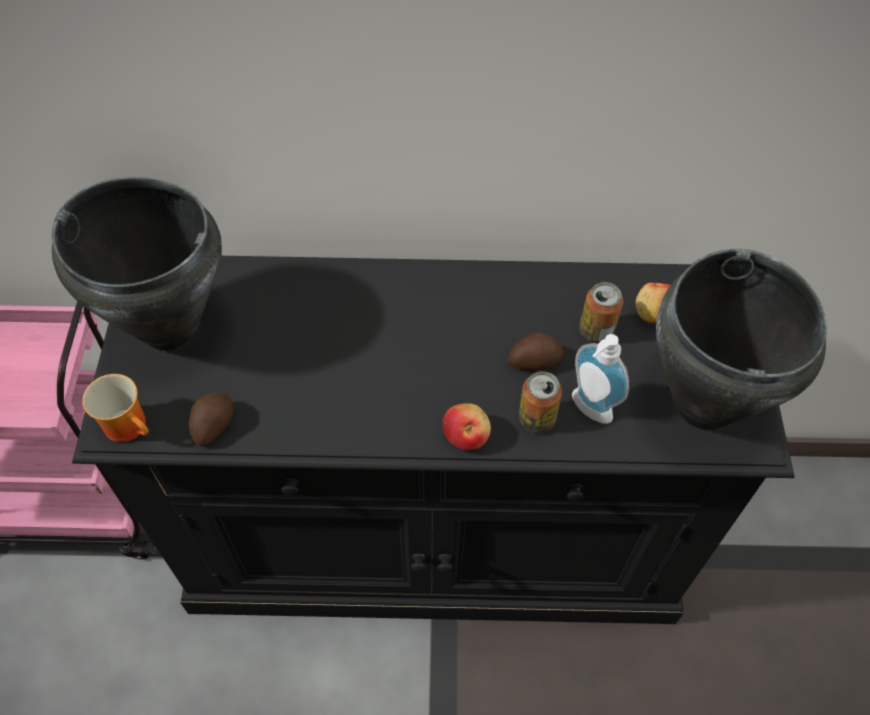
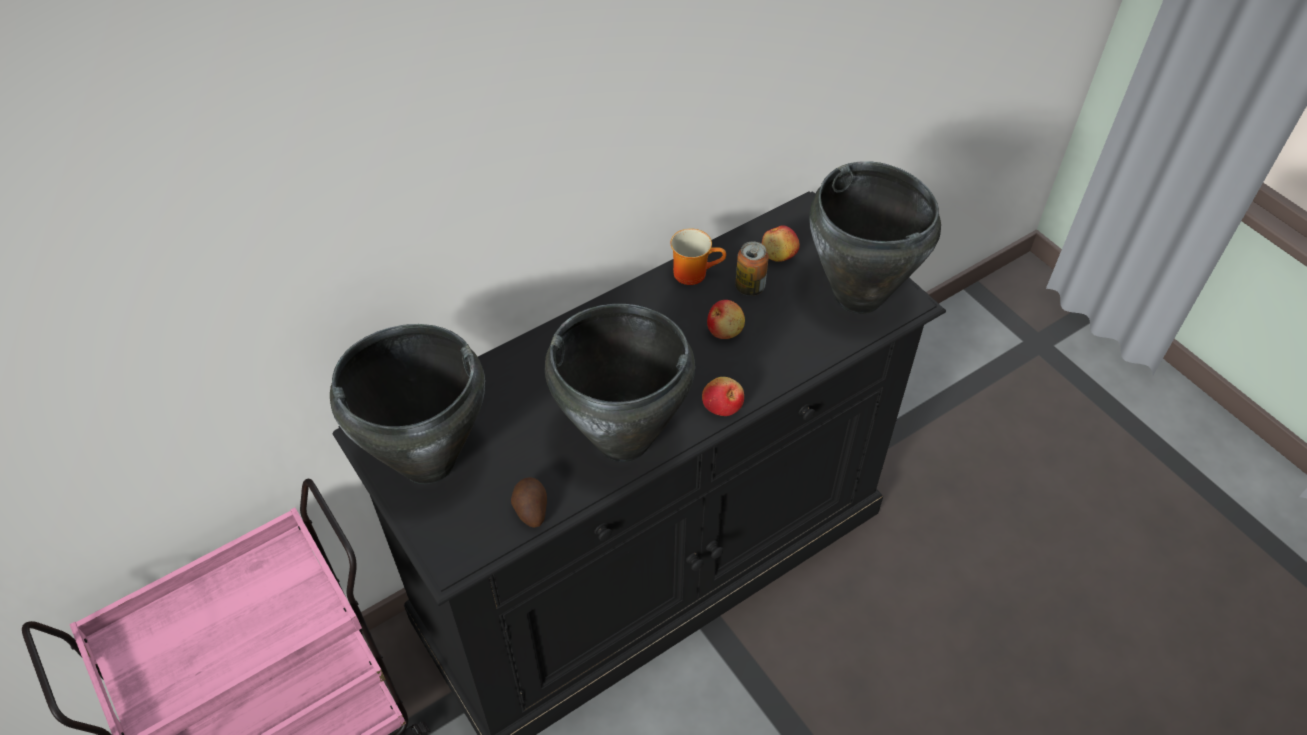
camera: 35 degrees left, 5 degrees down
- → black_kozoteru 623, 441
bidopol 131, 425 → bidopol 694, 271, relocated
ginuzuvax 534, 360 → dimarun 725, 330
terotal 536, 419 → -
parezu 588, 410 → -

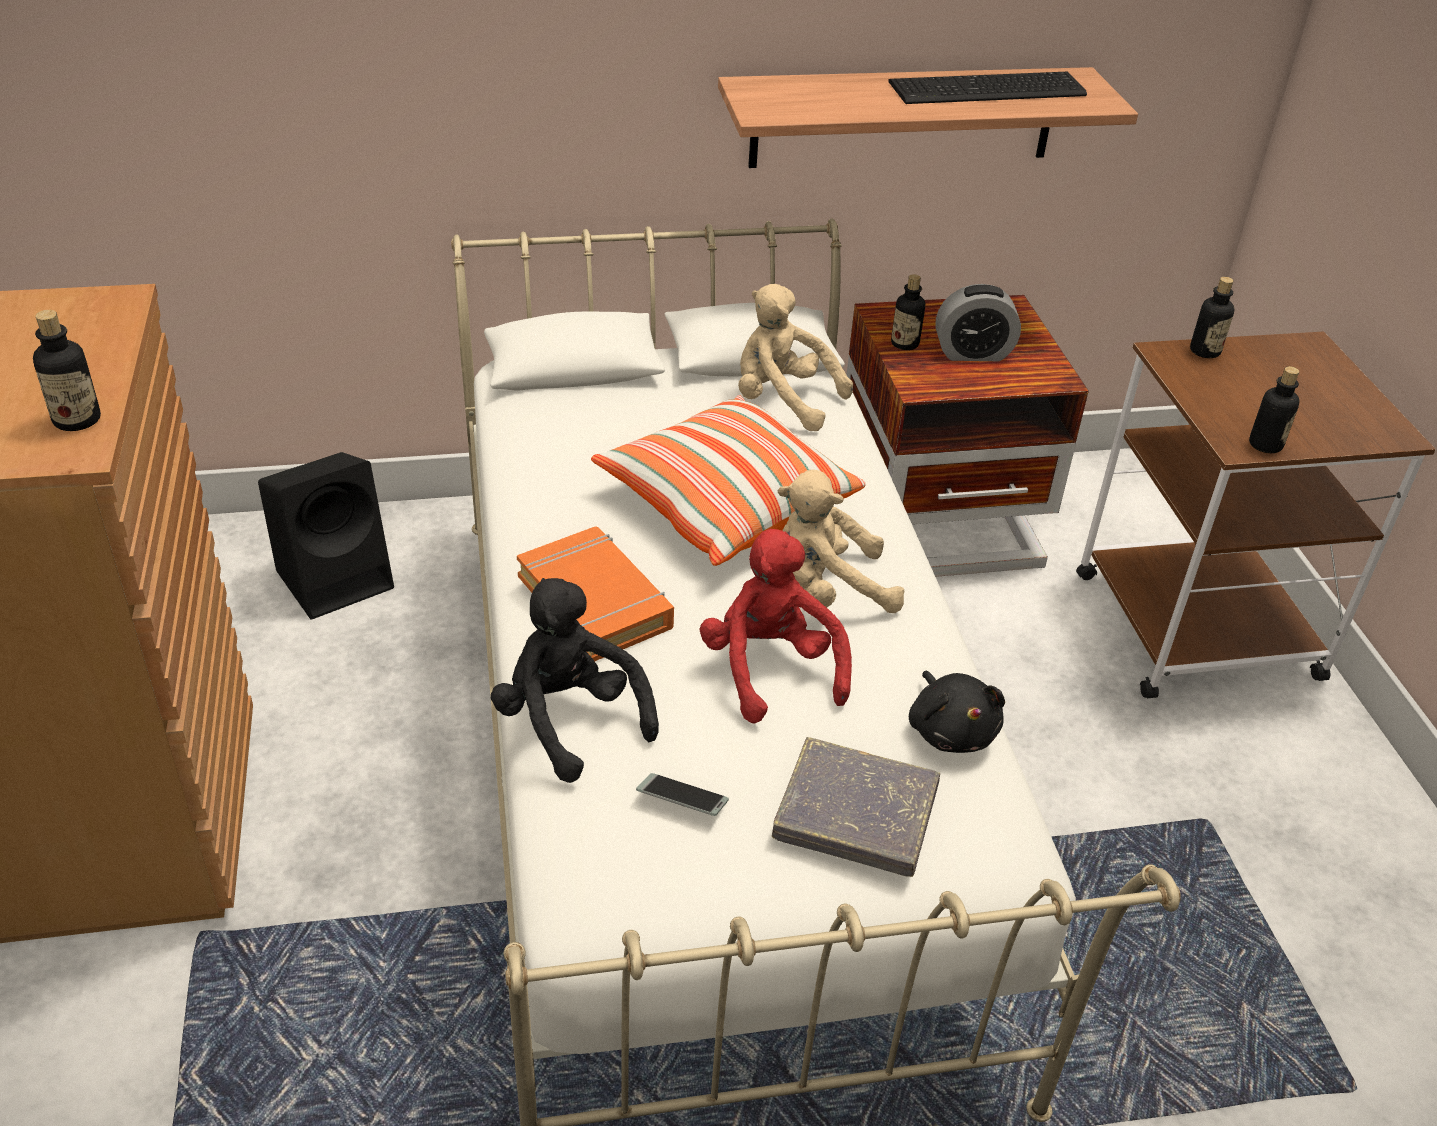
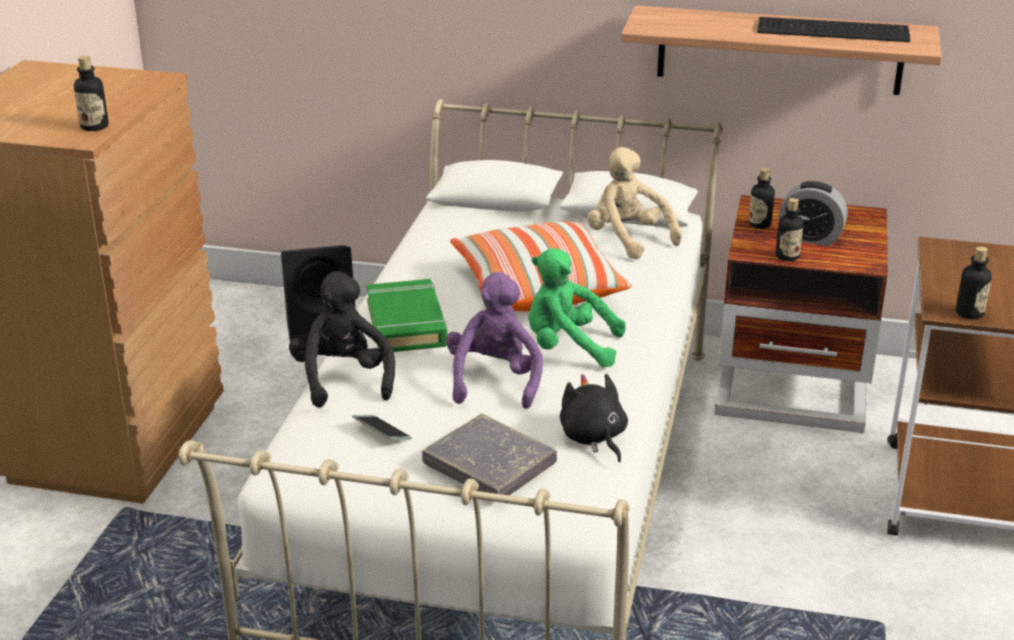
camera: 25 degrees right, 10 degrees down
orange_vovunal 595, 602 → green_vovunal 407, 323
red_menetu 770, 669 → purple_menetu 494, 380
beige_menetu 825, 590 → green_menetu 568, 348
black_menetu 951, 730 → black_menetu 594, 438, 150 degrees clockwise
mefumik 1205, 351 → mefumik 787, 256, relocated

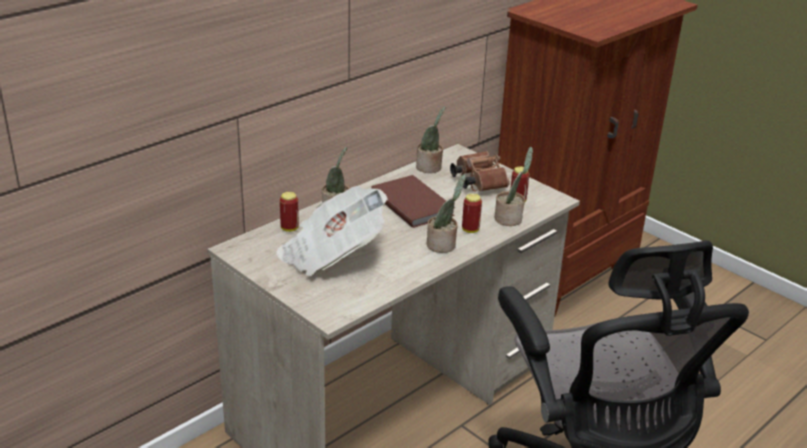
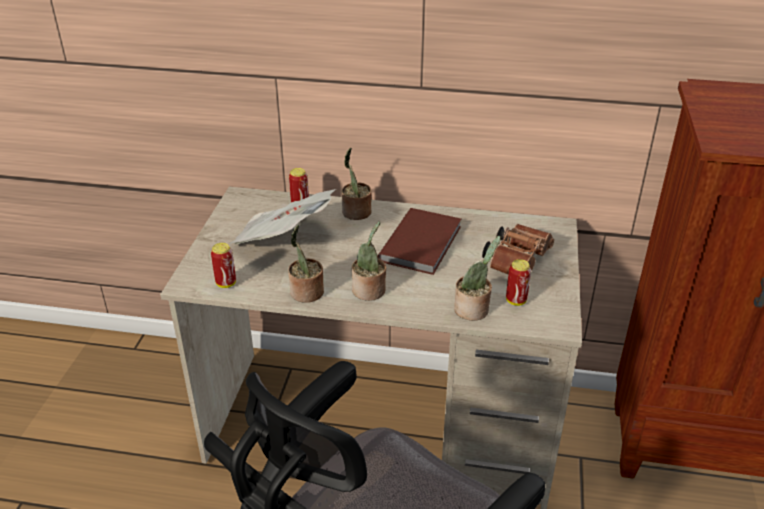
camera: 55 degrees right, 5 degrees up
terotal 470, 230 → terotal 226, 283, relocated
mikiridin 430, 168 → mikiridin 306, 293, relocated

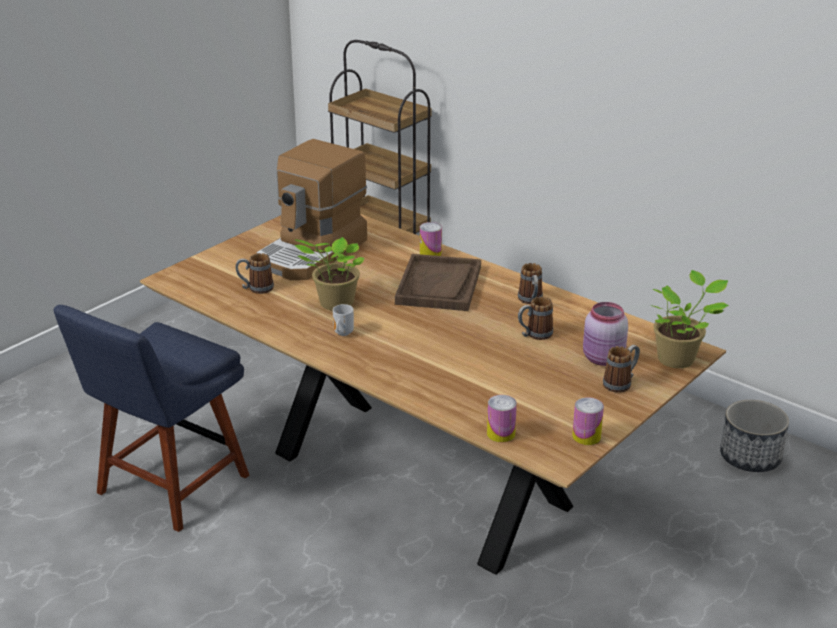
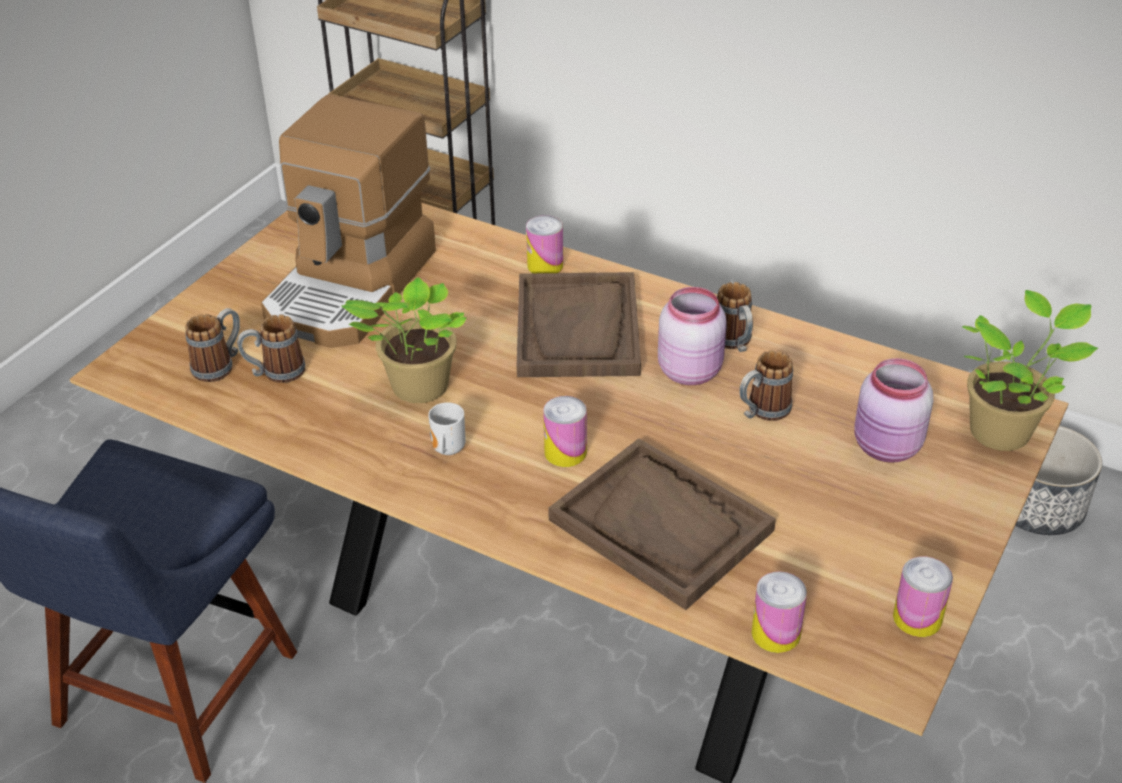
camera: 10 degrees left, 10 degrees up
bidopol 621, 383 → bidopol 220, 365, relocated
- → terotal 565, 452
- → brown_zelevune 661, 525
- → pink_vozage 690, 370

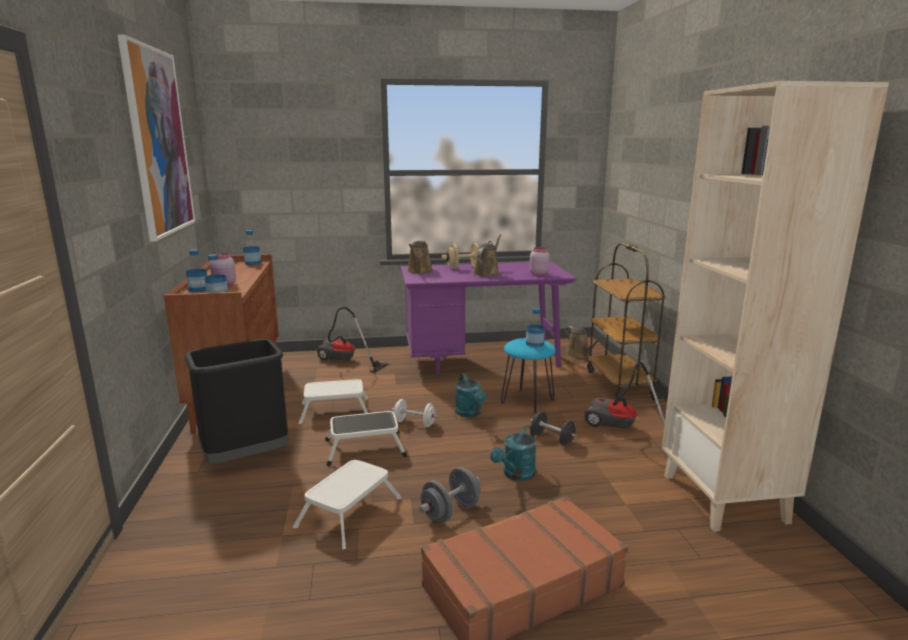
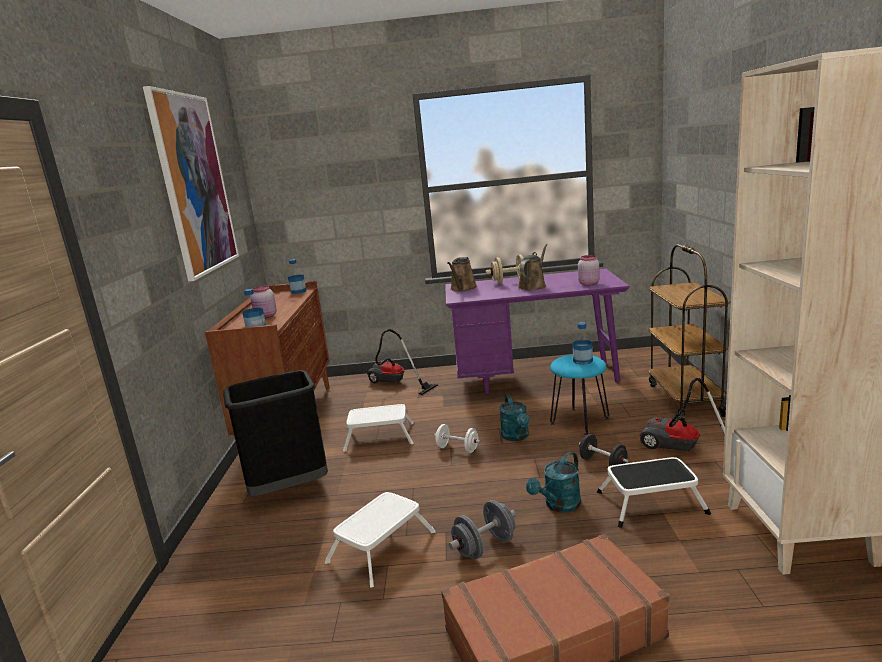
camera: 10 degrees right, 0 degrees up
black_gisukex 365, 447 → black_gisukex 651, 502, relocated
mefumik 198, 289 → -
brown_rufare 579, 355 → -

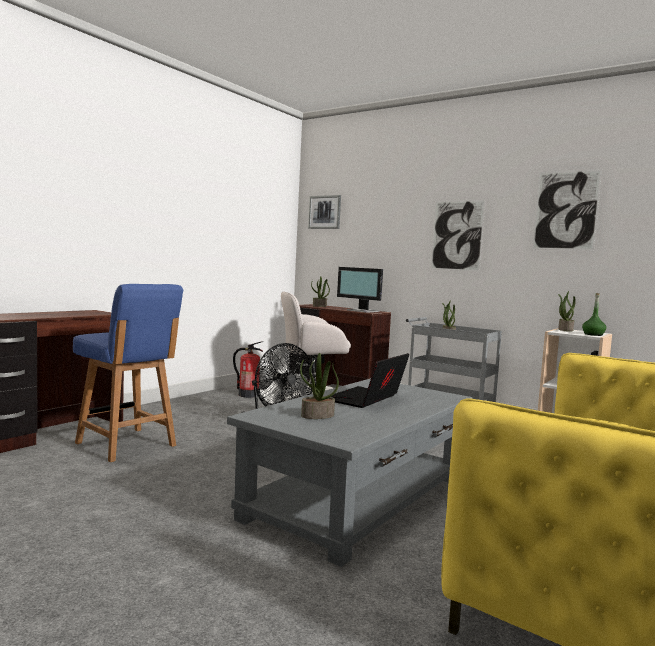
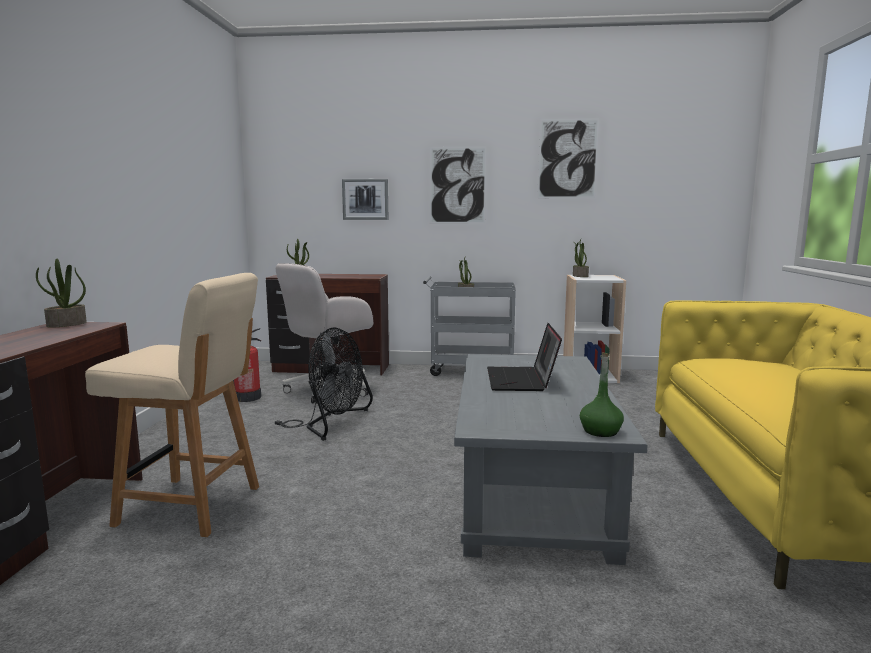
camera: 30 degrees left, 5 degrees up
mikiridin 317, 416 → mikiridin 66, 324, relocated
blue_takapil 127, 445 → beige_takapil 192, 506
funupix 324, 212 → funupix 365, 199, relocated
green_mefumik 593, 334 → green_mefumik 600, 431, relocated
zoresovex 362, 311 → -

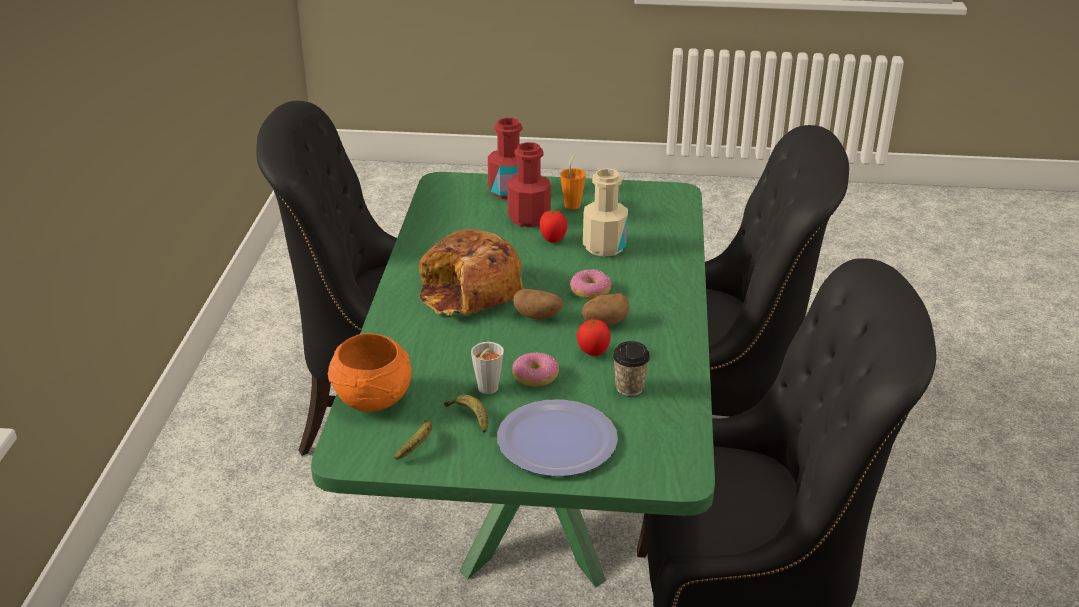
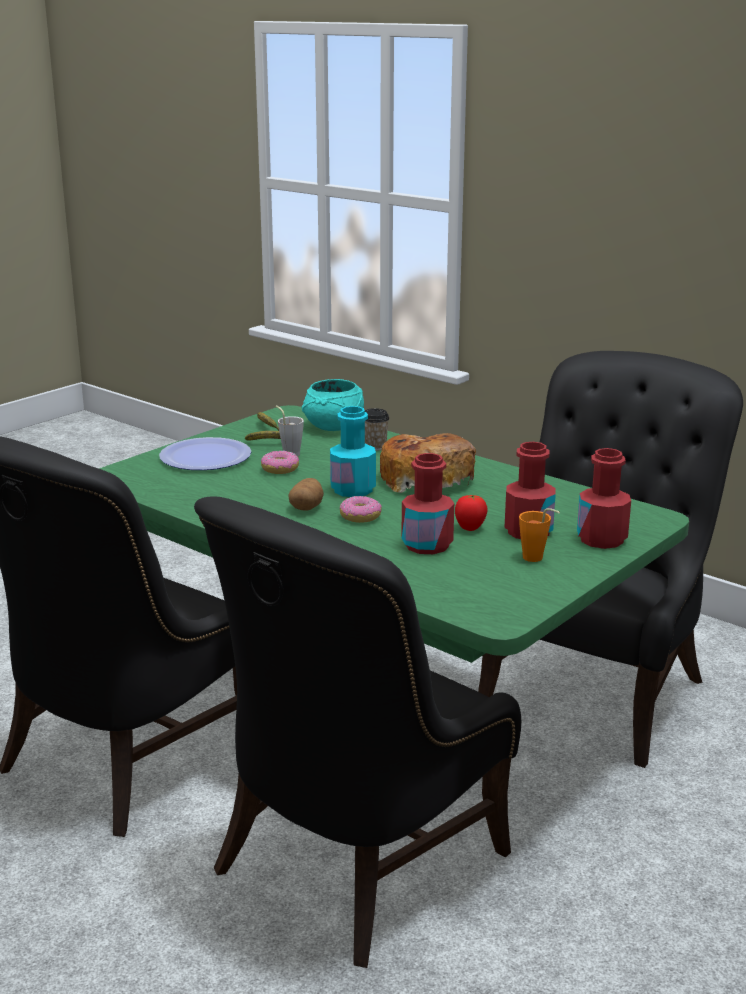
camera: 125 degrees right, 10 degrees down
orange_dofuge 373, 398 → turquoise_dofuge 334, 427
ginuzuvax 538, 316 → turquoise_mefumik 353, 489
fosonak 629, 388 → fosonak 374, 447, relocated
beige_mefumik 604, 247 → red_mefumik 427, 545
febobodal 593, 352 → -

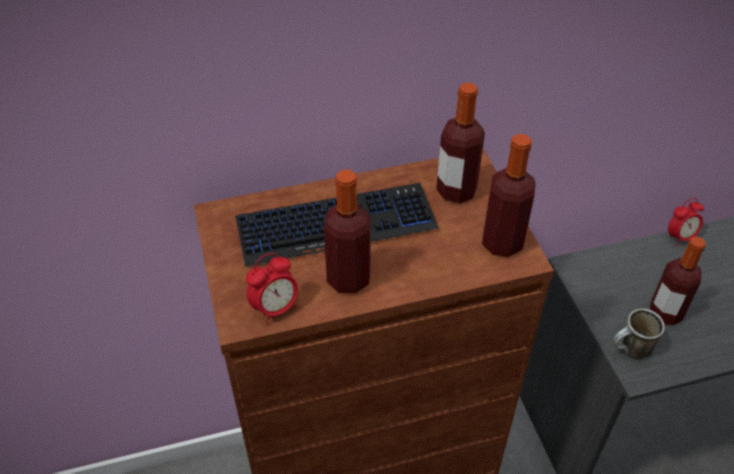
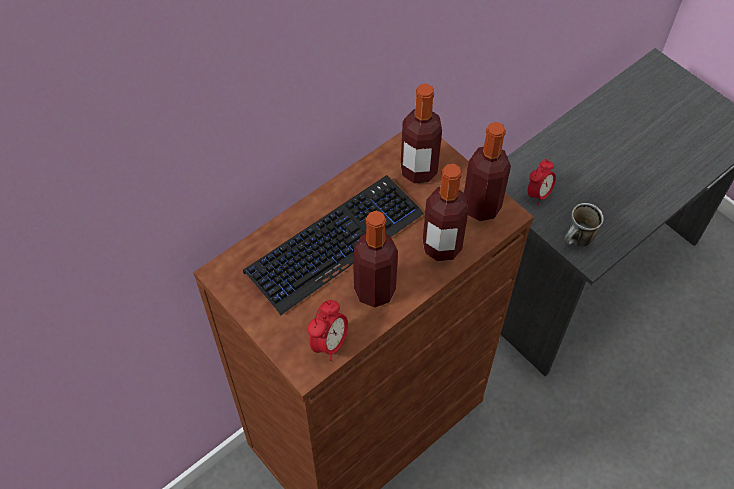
camera: 25 degrees left, 10 degrees up
mefumik 665, 313 → mefumik 441, 246, relocated
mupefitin 680, 237 → mupefitin 538, 194, relocated

